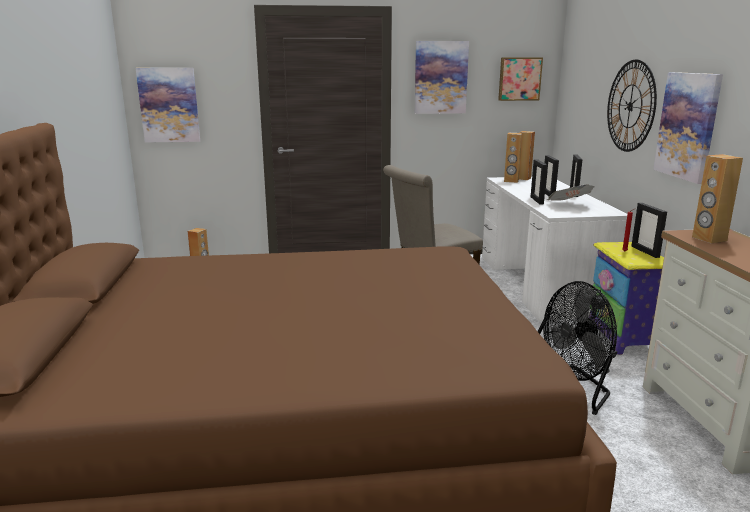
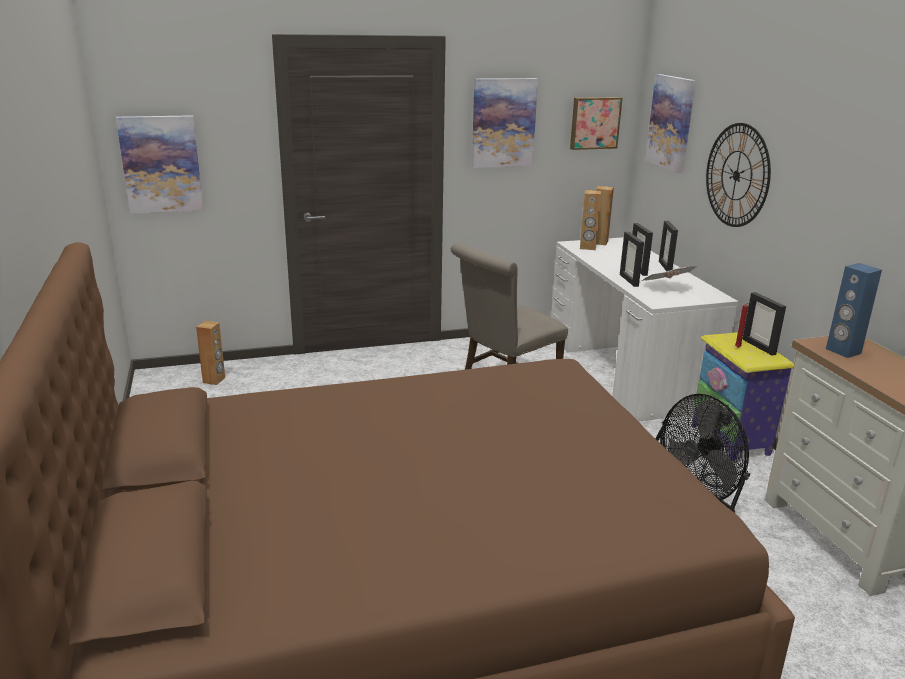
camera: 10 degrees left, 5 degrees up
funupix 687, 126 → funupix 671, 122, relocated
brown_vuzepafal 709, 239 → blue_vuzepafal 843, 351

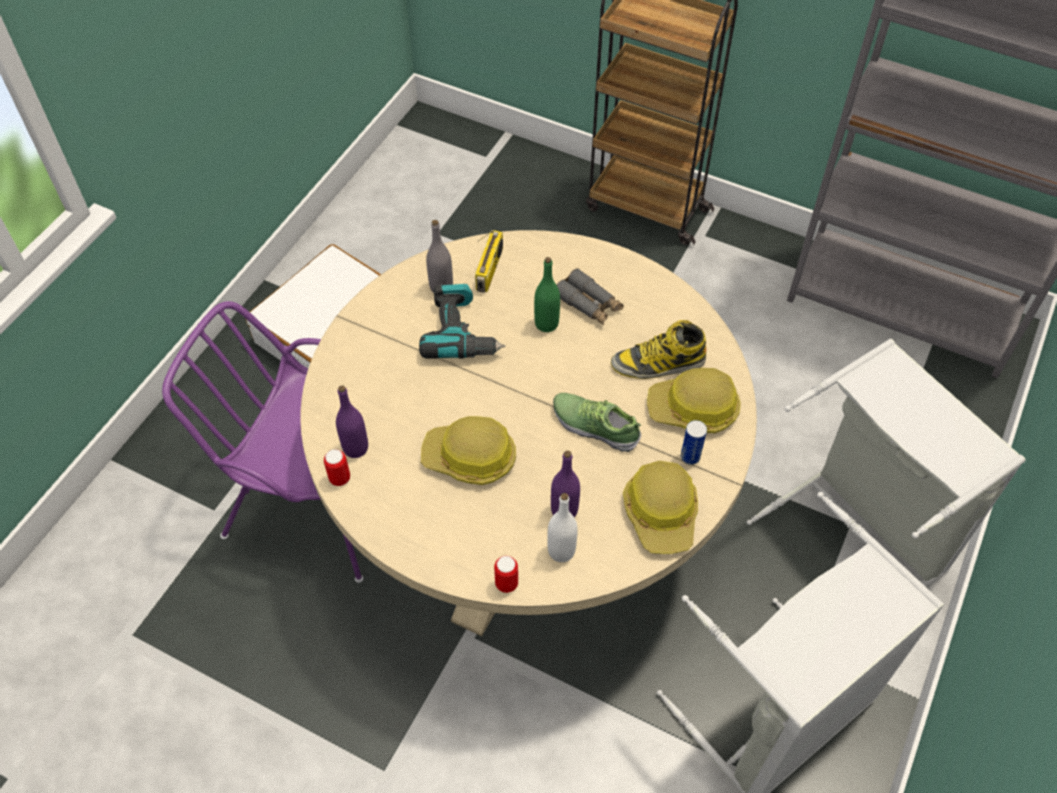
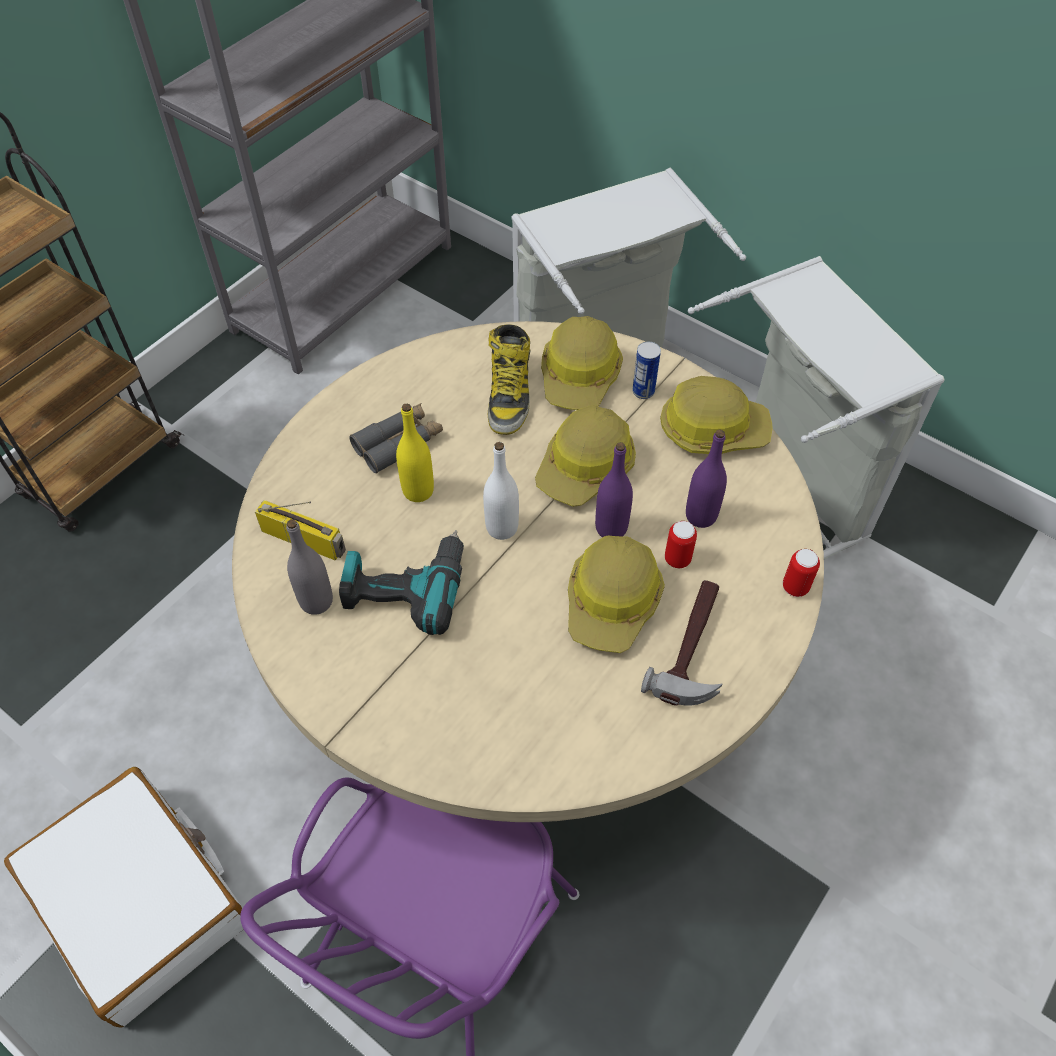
camera: 80 degrees left, 0 degrees up
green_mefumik 546, 324 → yellow_mefumik 418, 491
white_mefumik 561, 551 → white_mefumik 502, 528, relocated
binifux 595, 426 → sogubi 586, 467
purple_mefumik 355, 448 → purple_mefumik 611, 528, relocated
- → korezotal 695, 649
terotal 340, 478 → terotal 677, 559, relocated

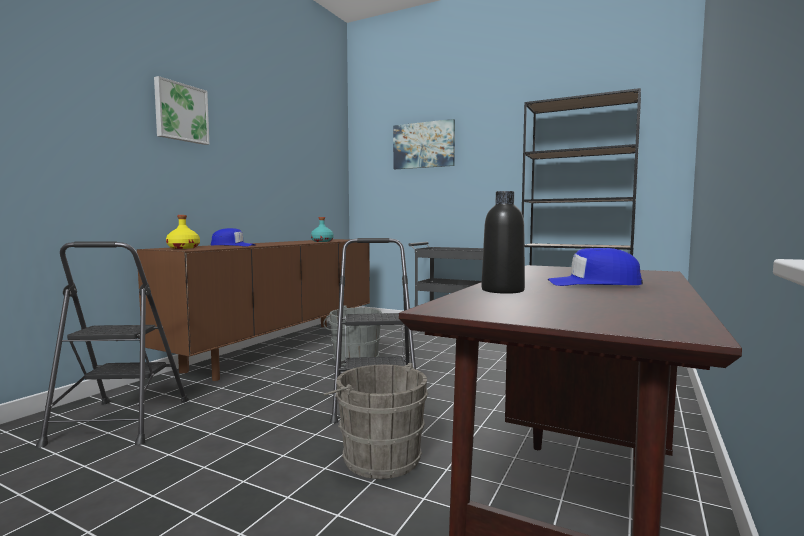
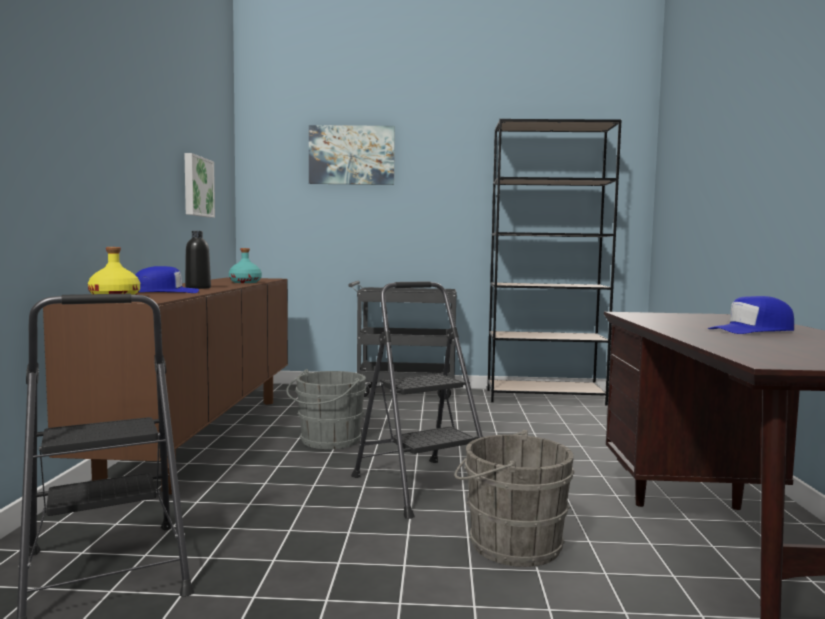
camera: 25 degrees left, 0 degrees up
funupix 181, 112 → funupix 197, 186, relocated
black_mefumik 502, 290 → black_mefumik 198, 288, relocated

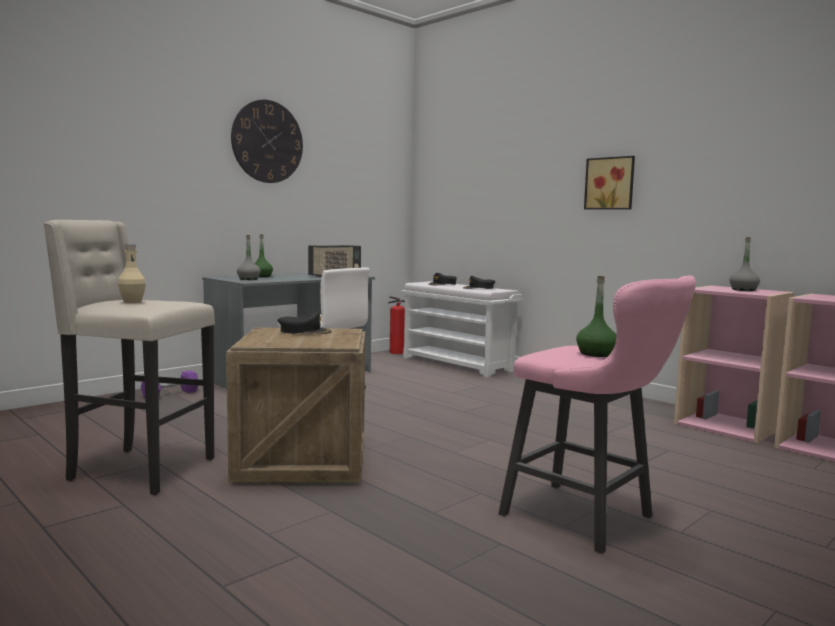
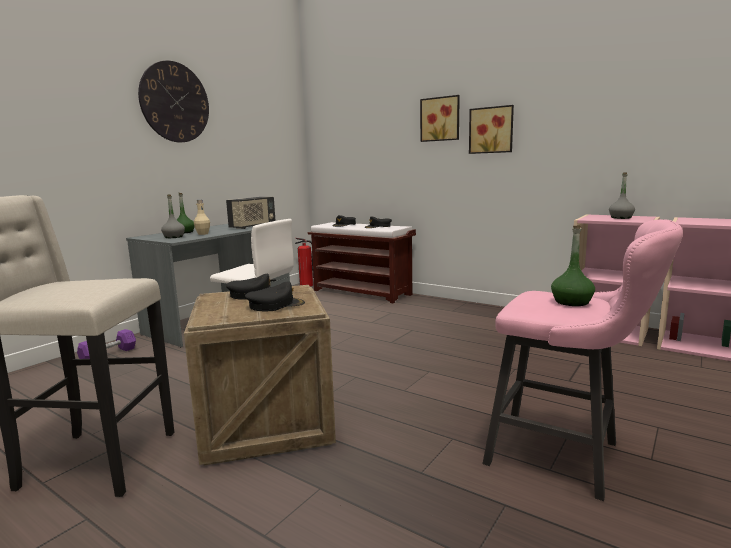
camera: 10 degrees left, 5 degrees up
beige_mefumik 132, 302 → beige_mefumik 203, 234, relocated
- → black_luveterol 275, 305
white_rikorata 458, 364 → brown_rikorata 363, 292
- → funupix 440, 119

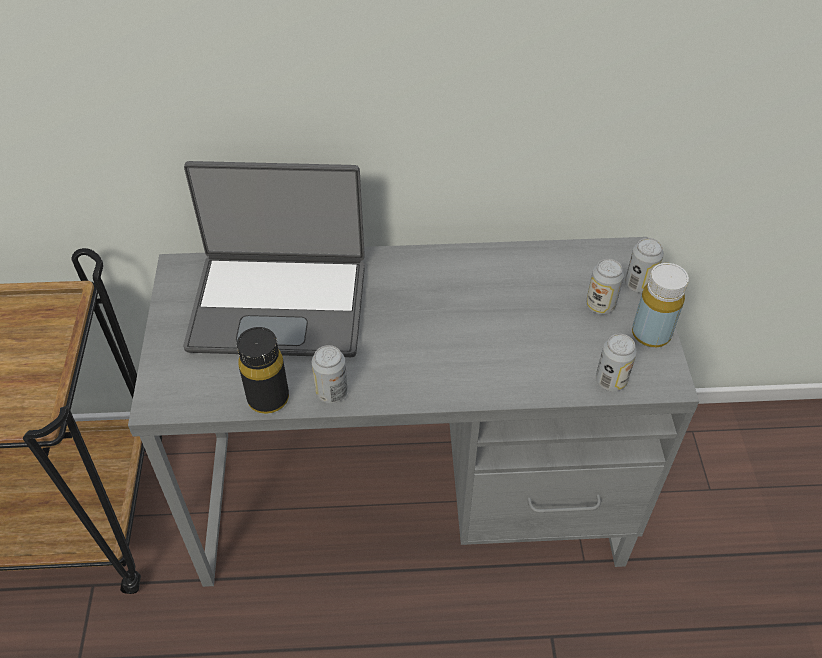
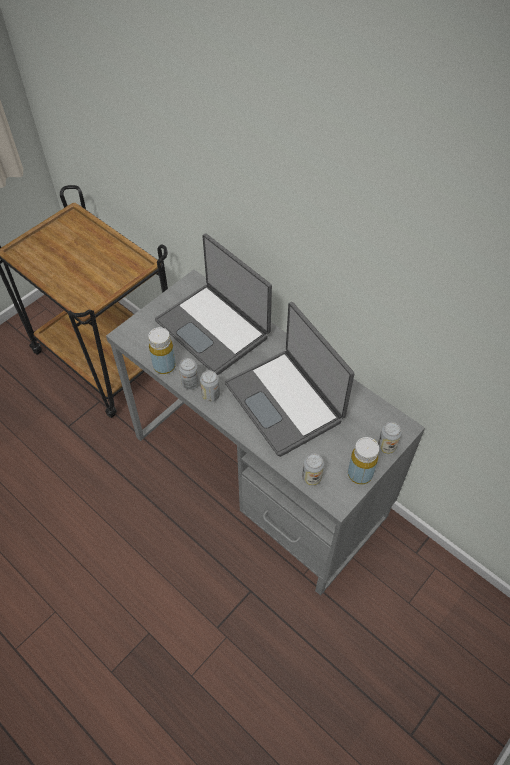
camera: 45 degrees right, 5 degrees up
black_mefumik 268, 398 → yellow_mefumik 164, 366
terotal 600, 305 → terotal 211, 395, relocated
- → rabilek 286, 401

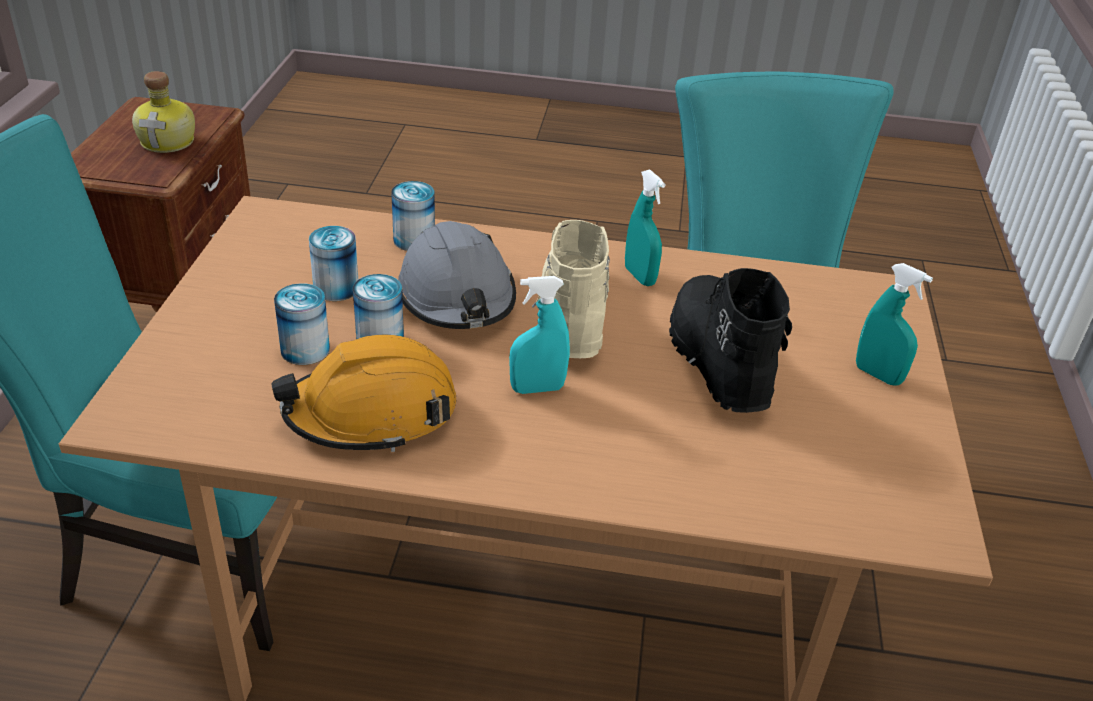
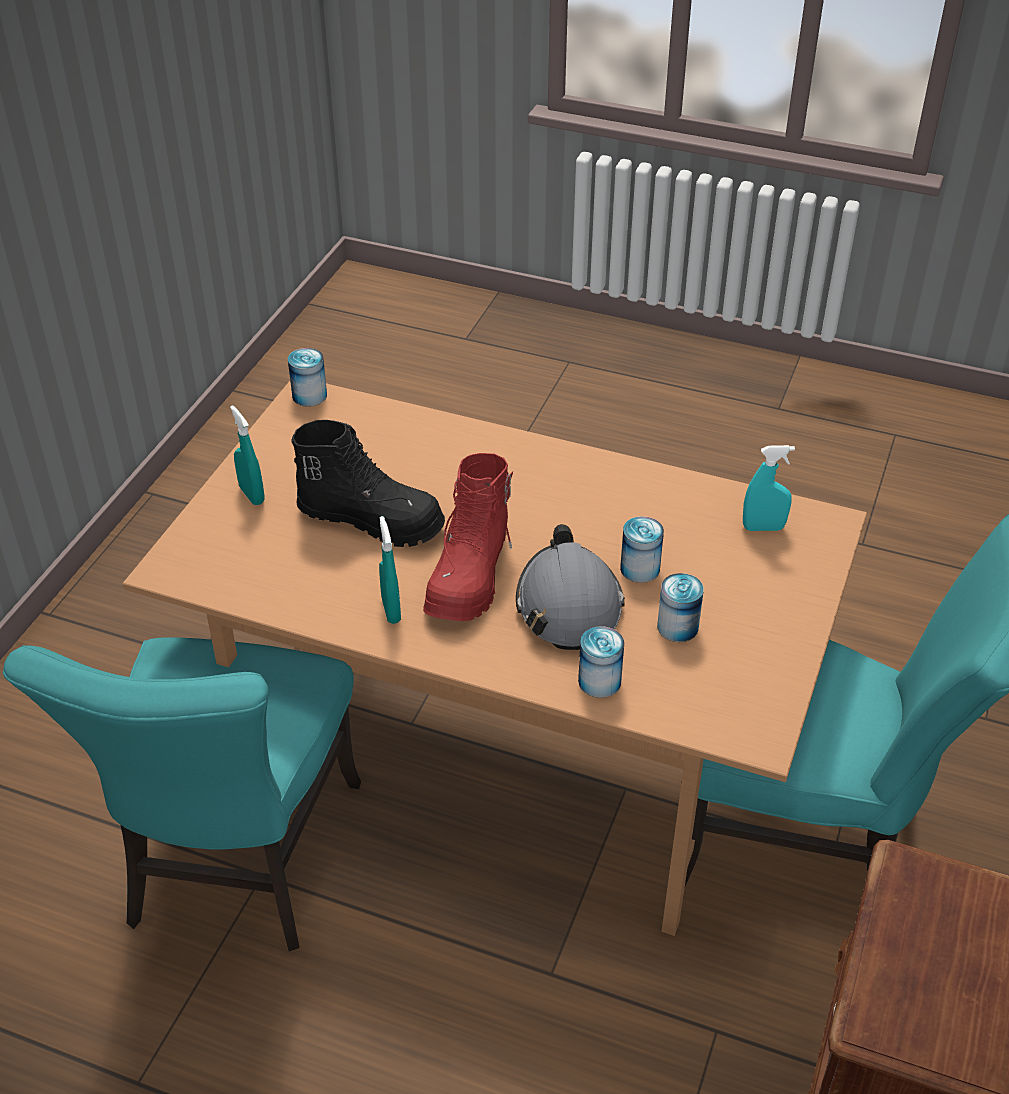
camera: 165 degrees left, 5 degrees up
terotal 305, 349 → terotal 309, 396, relocated
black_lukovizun 716, 362 → black_lukovizun 372, 519, 75 degrees counterclockwise
beige_lukovizun 572, 314 → red_lukovizun 470, 576
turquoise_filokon 537, 388 → turquoise_filokon 763, 527, relocated
mefumik 169, 141 → -
orange_sogubi 371, 413 → -

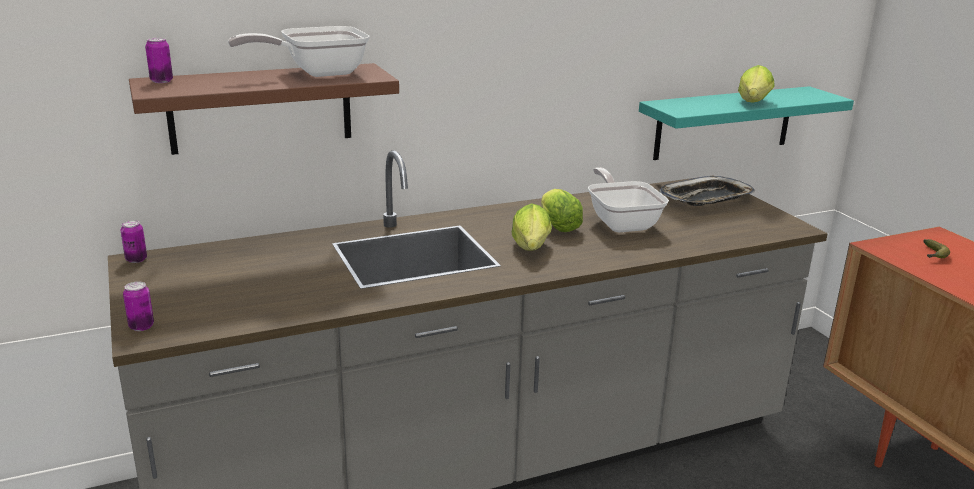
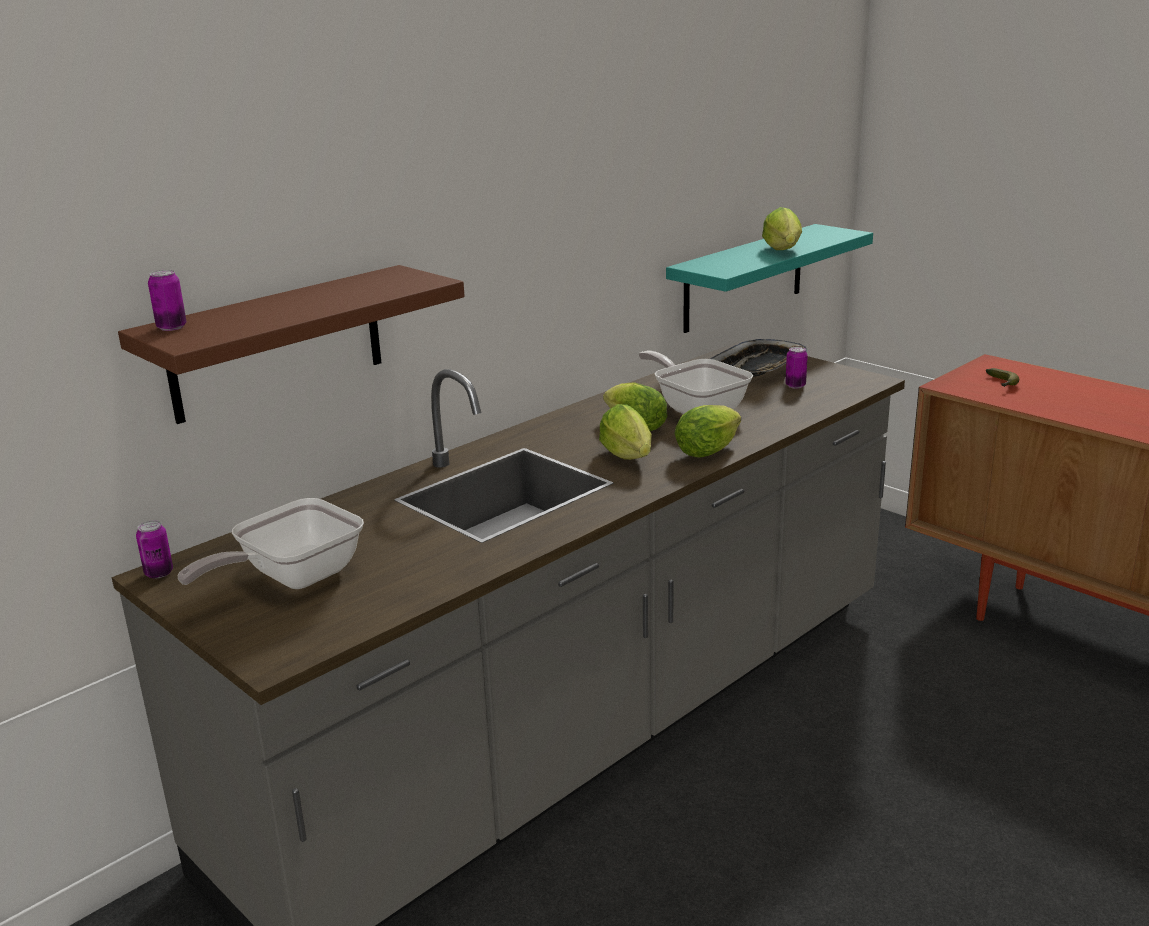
camera: 20 degrees left, 0 degrees up
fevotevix 316, 73 → fevotevix 291, 578, relocated
- → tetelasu 710, 450
terotal 141, 326 → terotal 795, 386, relocated

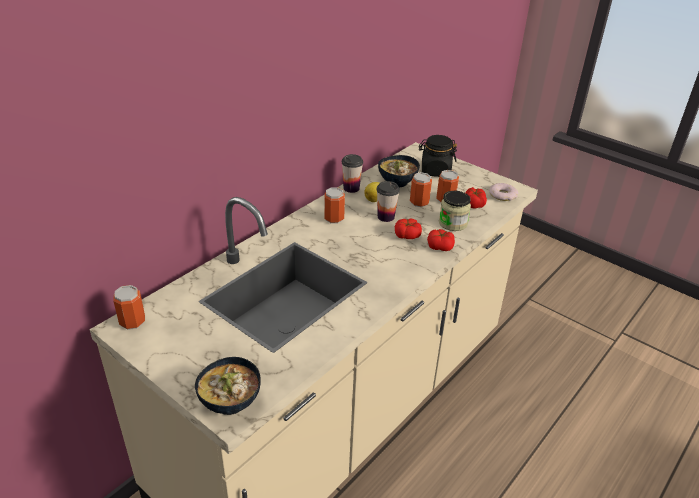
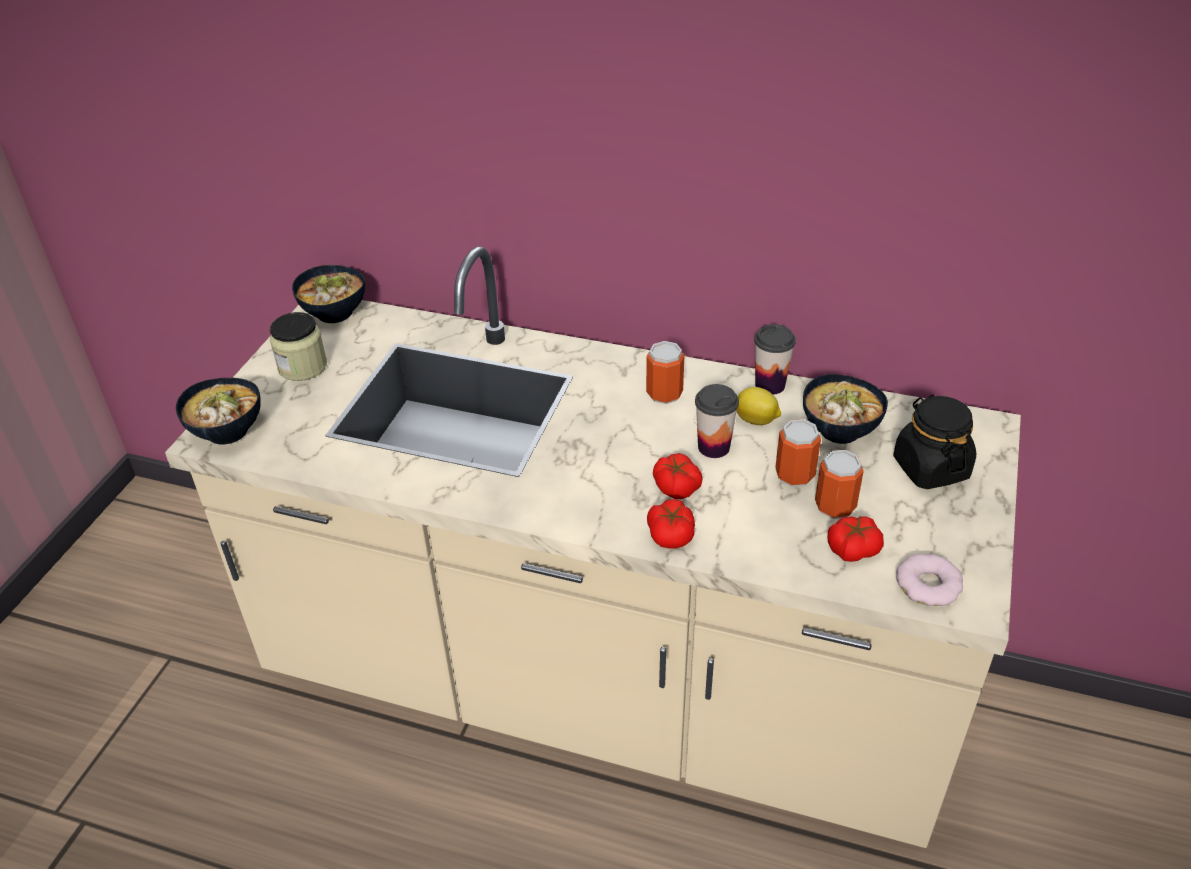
camera: 70 degrees right, 5 degrees up
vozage 453, 223 → vozage 302, 366, relocated
terotal 132, 322 → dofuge 335, 312

